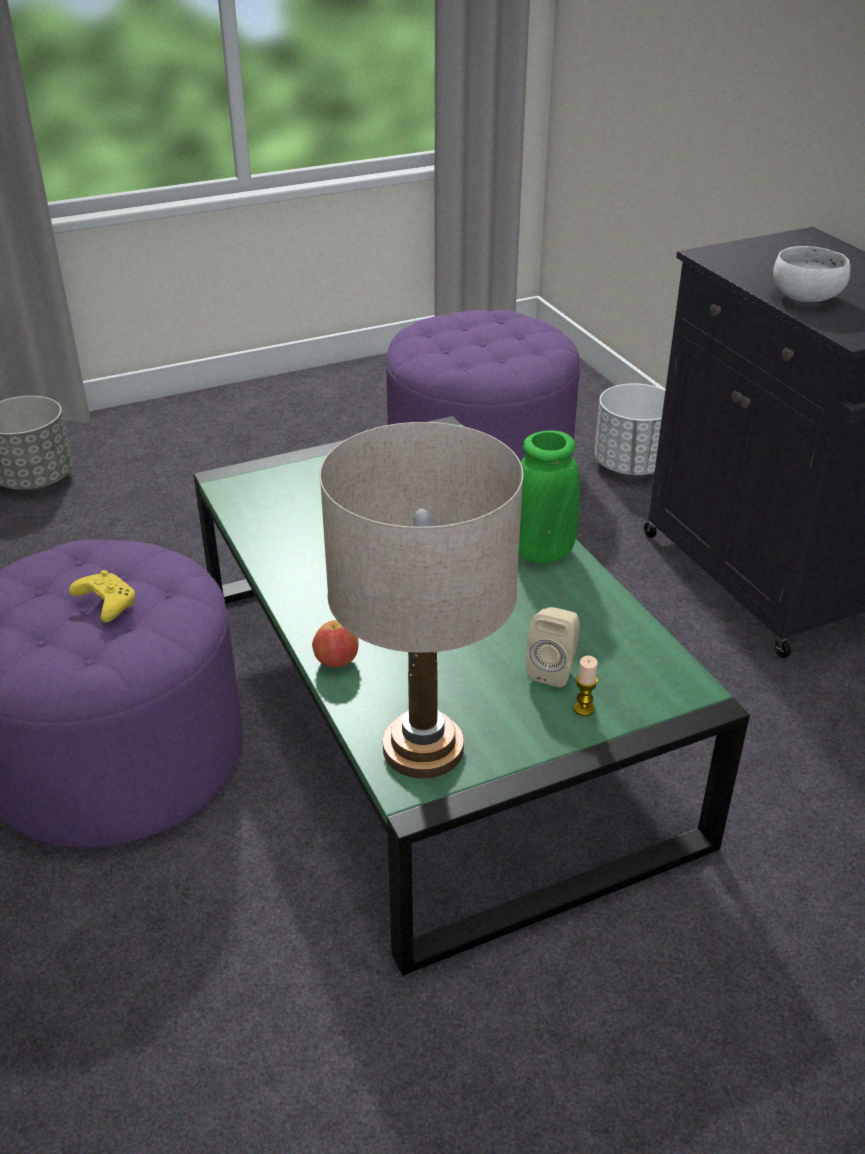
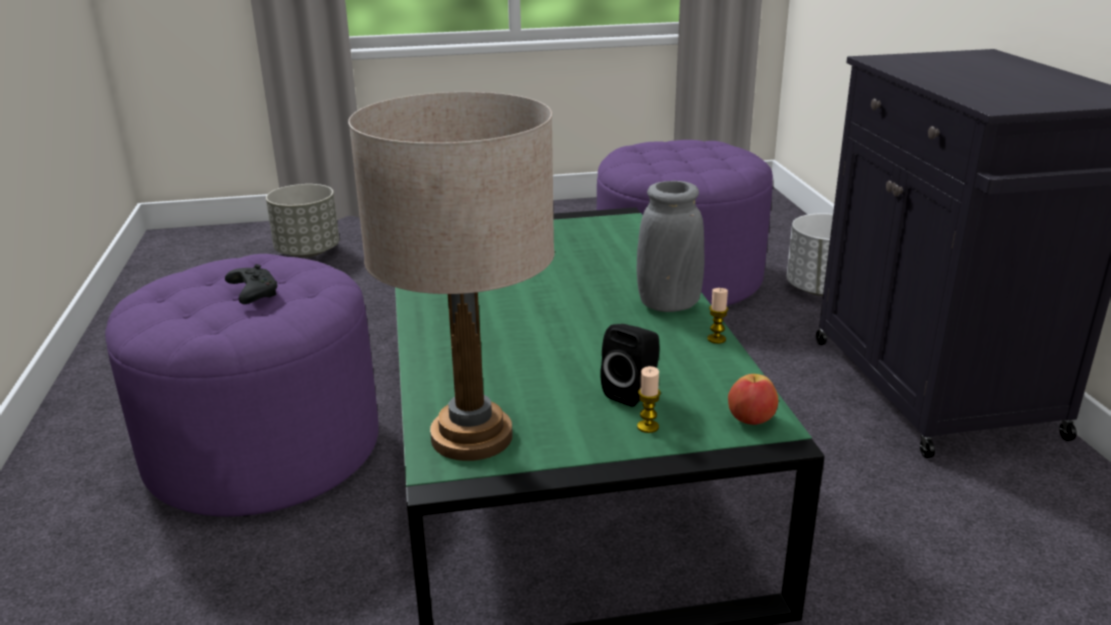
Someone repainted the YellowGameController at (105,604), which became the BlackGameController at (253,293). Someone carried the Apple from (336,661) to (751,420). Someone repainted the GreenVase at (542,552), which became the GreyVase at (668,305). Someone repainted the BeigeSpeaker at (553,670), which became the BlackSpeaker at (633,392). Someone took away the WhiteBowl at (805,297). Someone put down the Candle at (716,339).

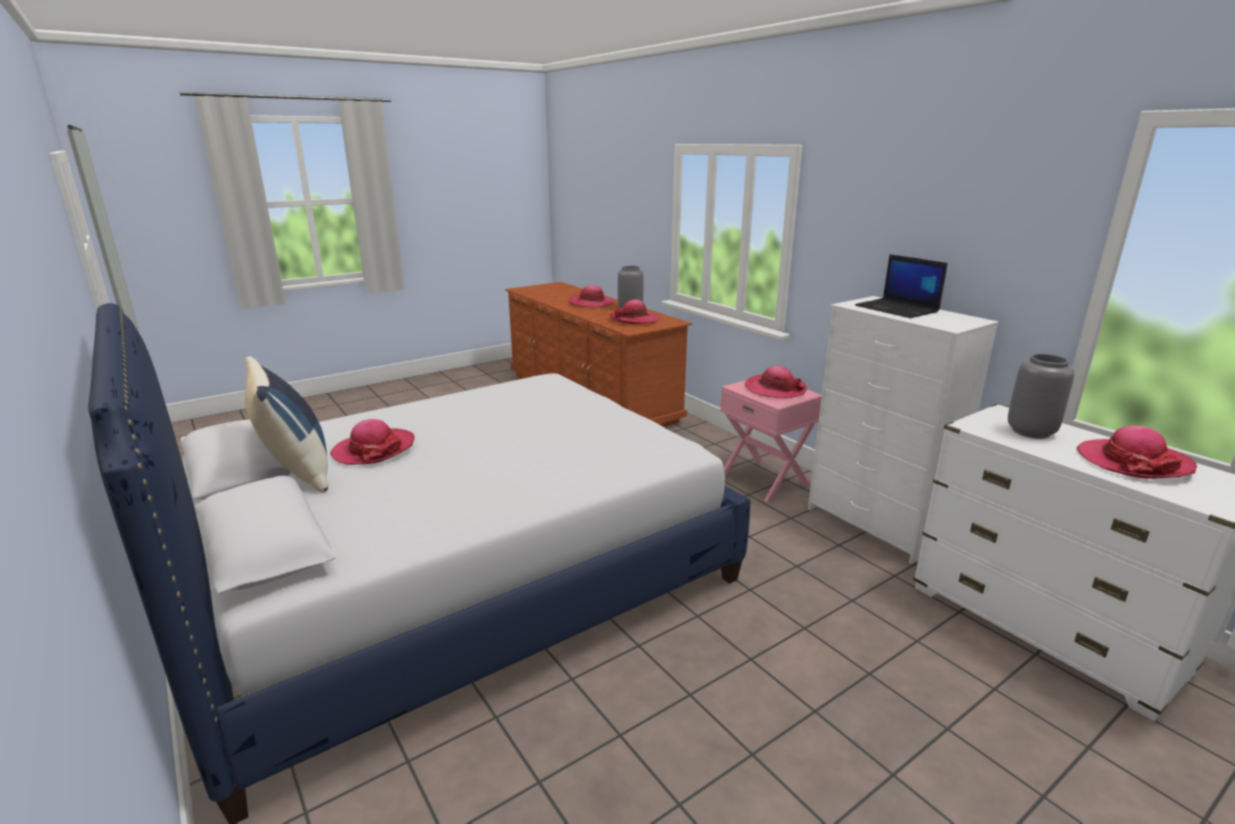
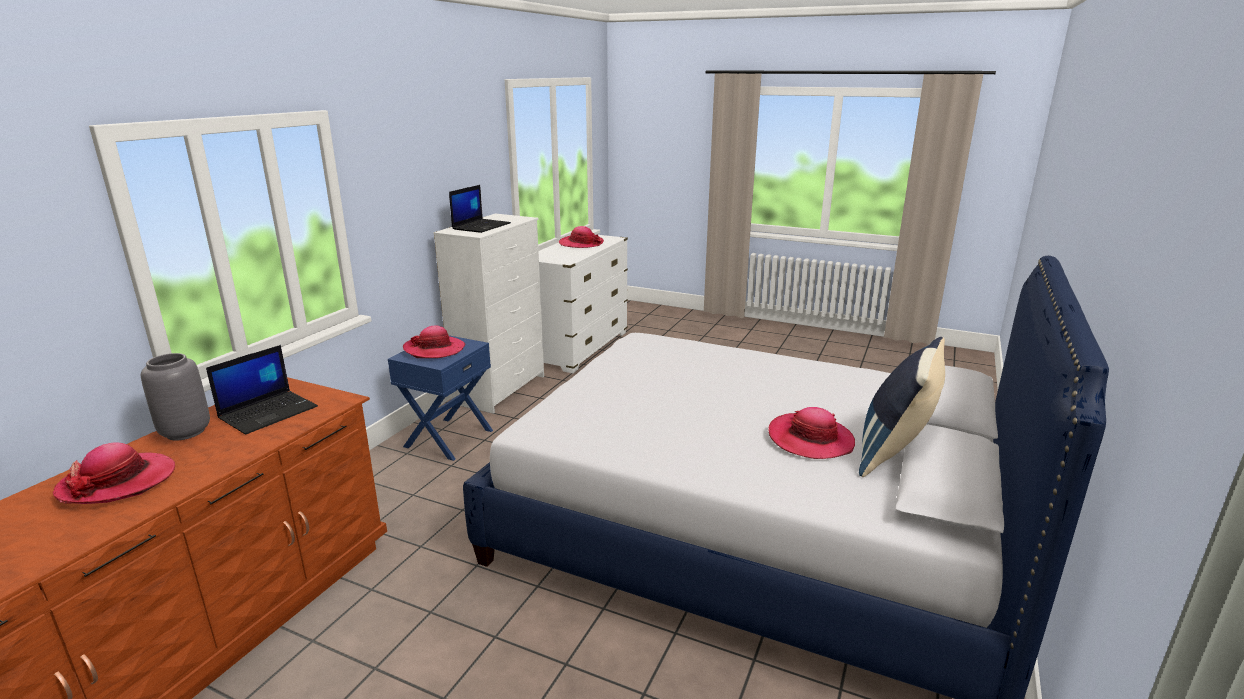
Someone swapped the Hat at (634,319) for the Laptop at (269,412). Someone repainted the PinkNightstand at (764,479), which became the BlueNightstand at (448,438). Someone took away the GreyVase at (1030,431).

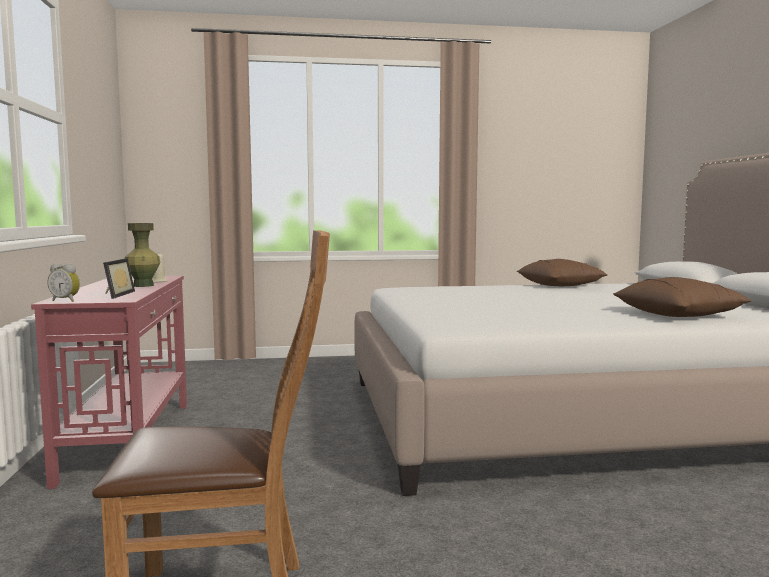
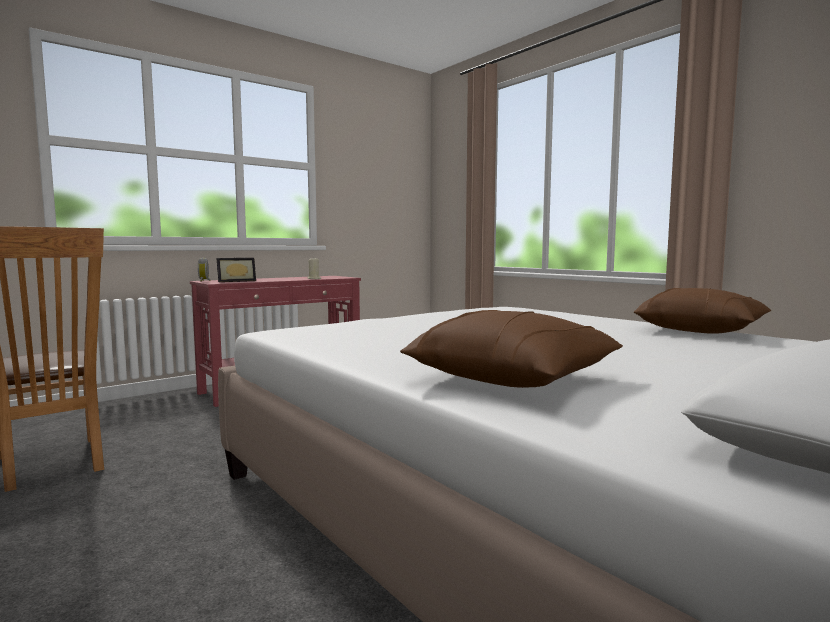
Someone took away the GreenVase at (143,285).

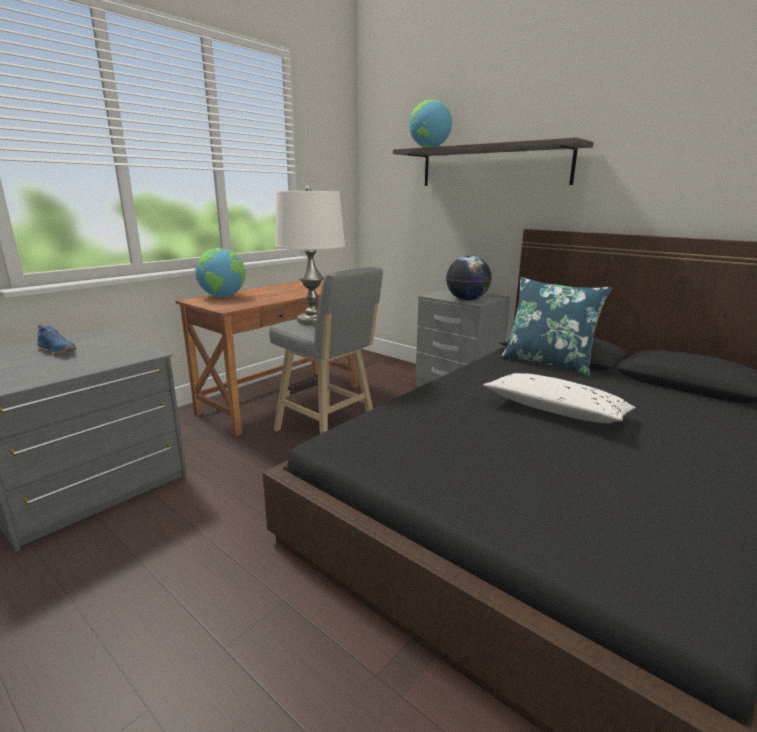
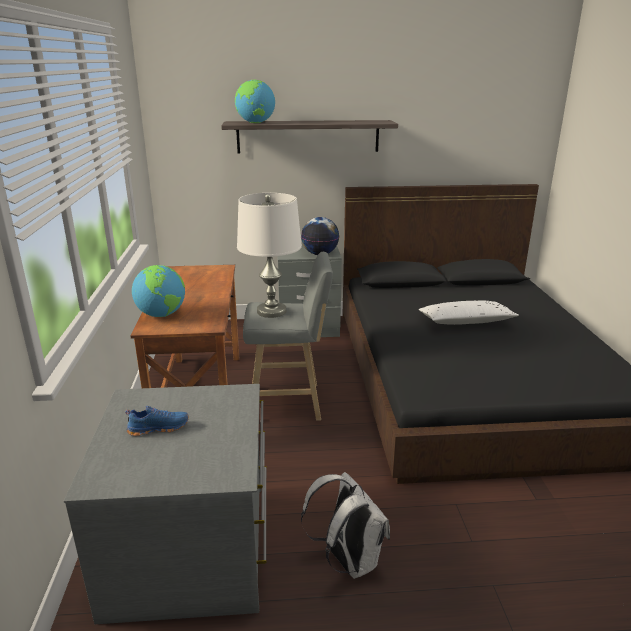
Someone took away the BluePillow at (548,363). Someone put down the WhiteBackpack at (347,560).

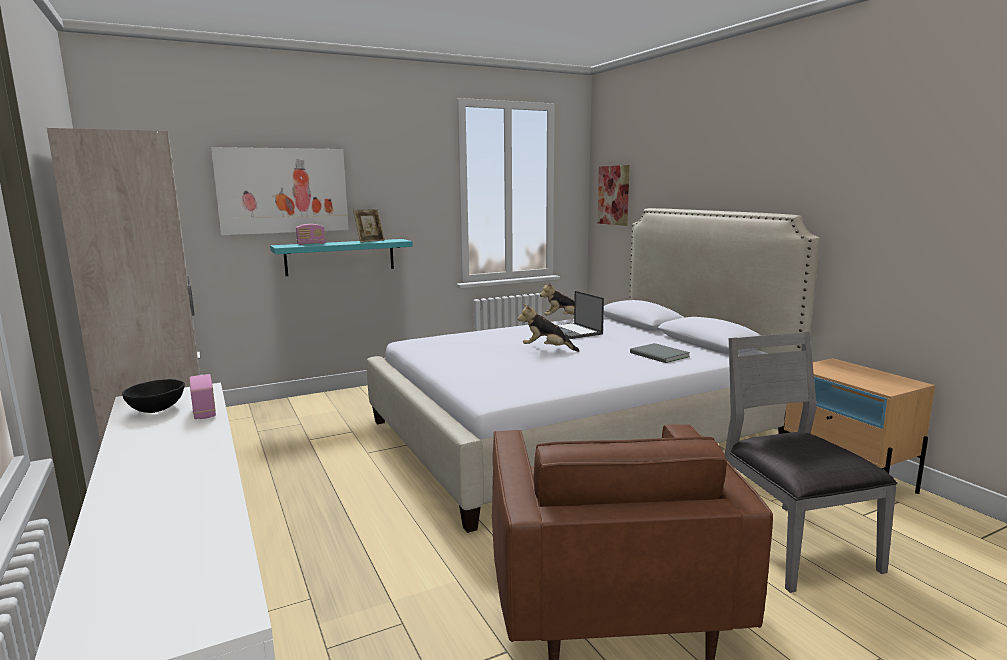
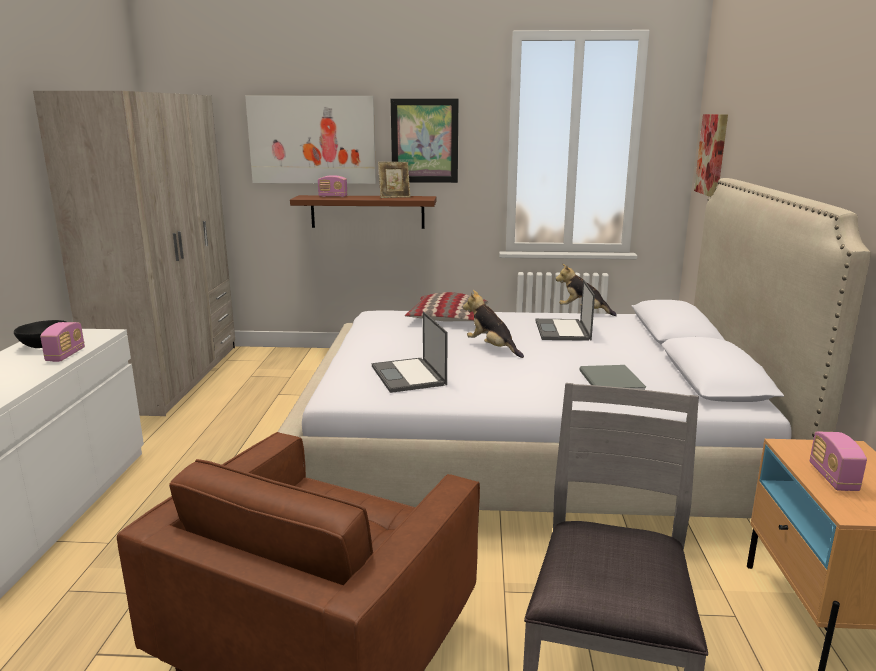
Someone repainted the TurquoiseShelf at (340,257), which became the BrownShelf at (367,211). Someone put down the Laptop at (409,376). Someone put up the Picture at (424,141). Someone put down the Pillow at (447,320). Someone put down the Radio at (833,478).

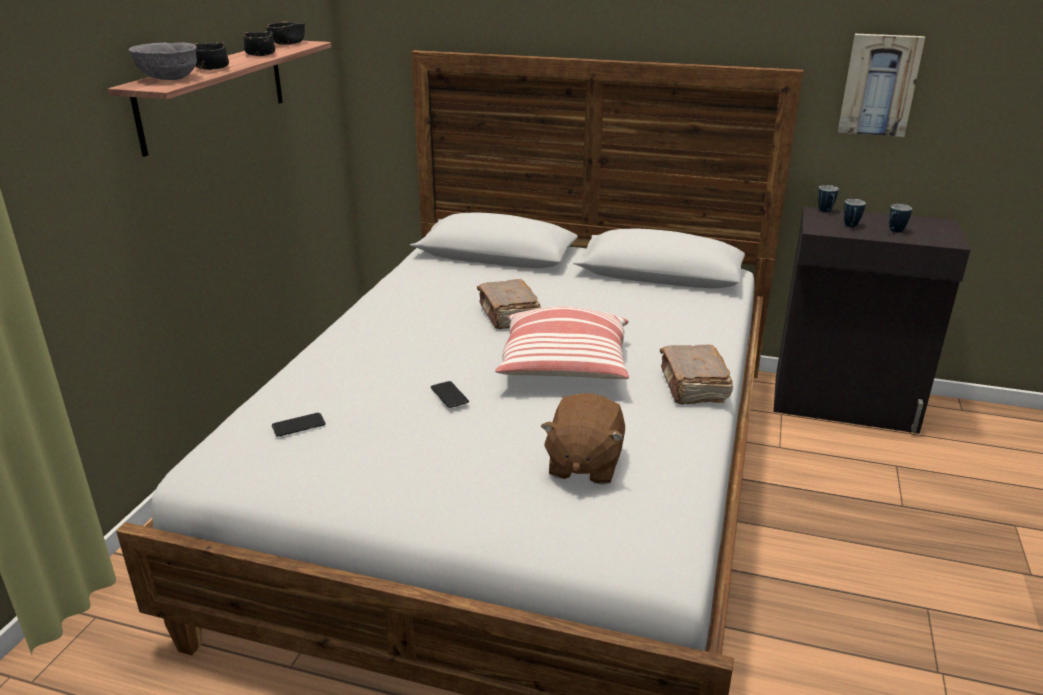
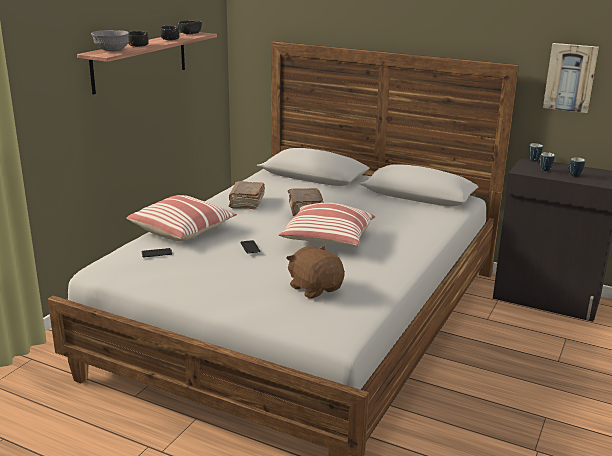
Someone rotated the BrownPlushToy at (583,464) by 120 degrees clockwise. Someone carried the BrownBook from (693,386) to (246,202). Someone put down the Pillow at (183,230).

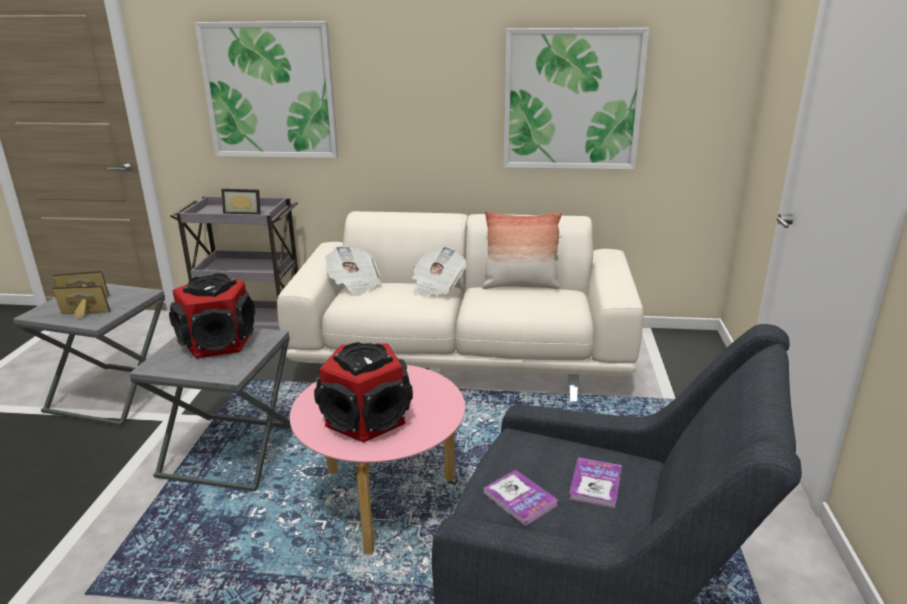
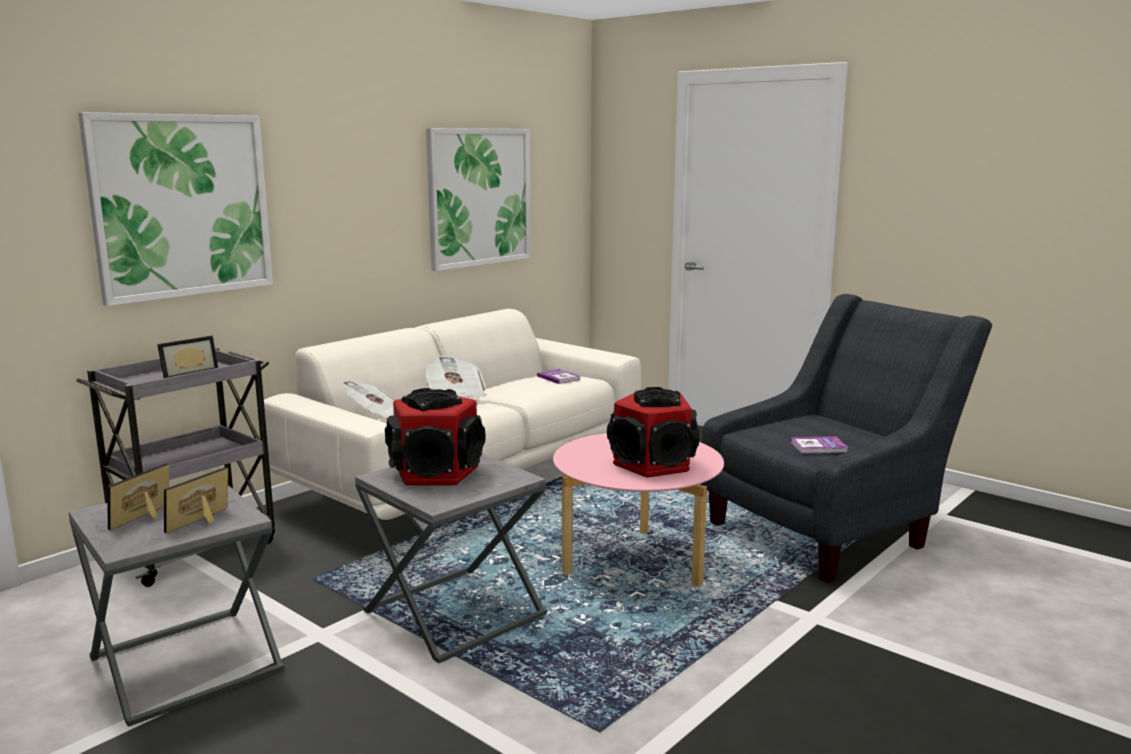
Someone took away the Pillow at (520,285). Someone carried the Book from (595,484) to (558,378).

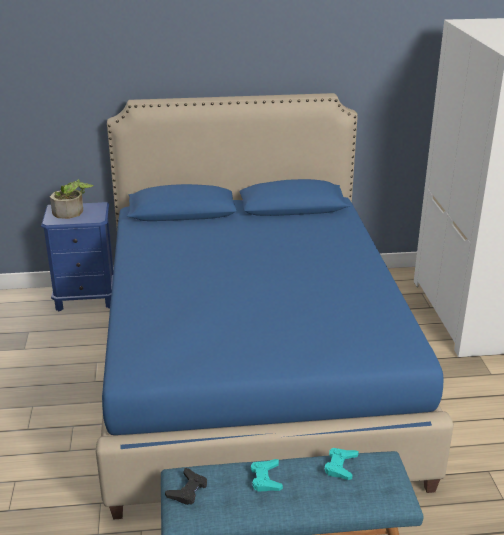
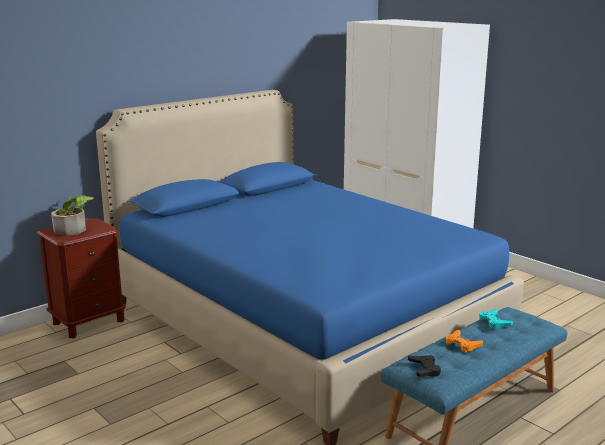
Someone repainted the BlueNightstand at (86,298), which became the BrownNightstand at (89,322). Someone repainted the TurquoiseGameController at (266,478), which became the OrangeGameController at (462,344).

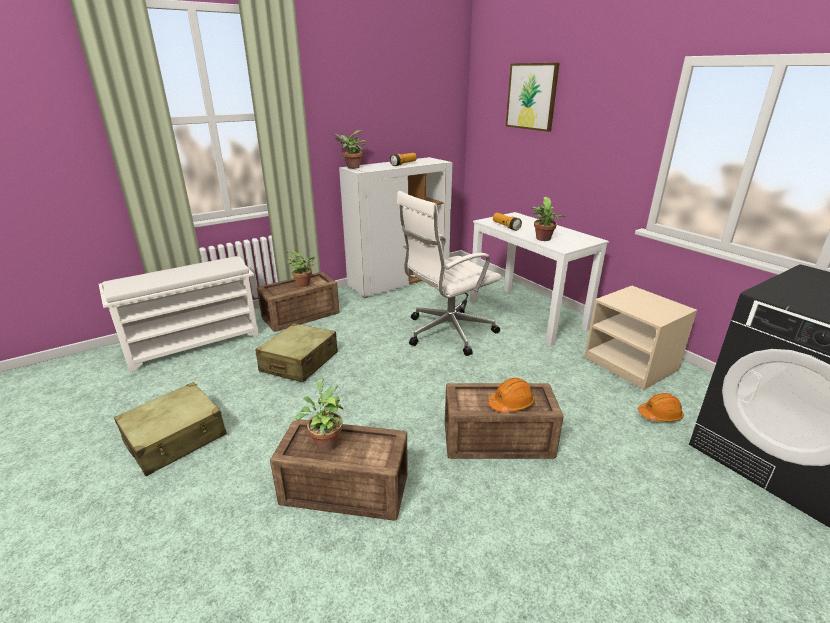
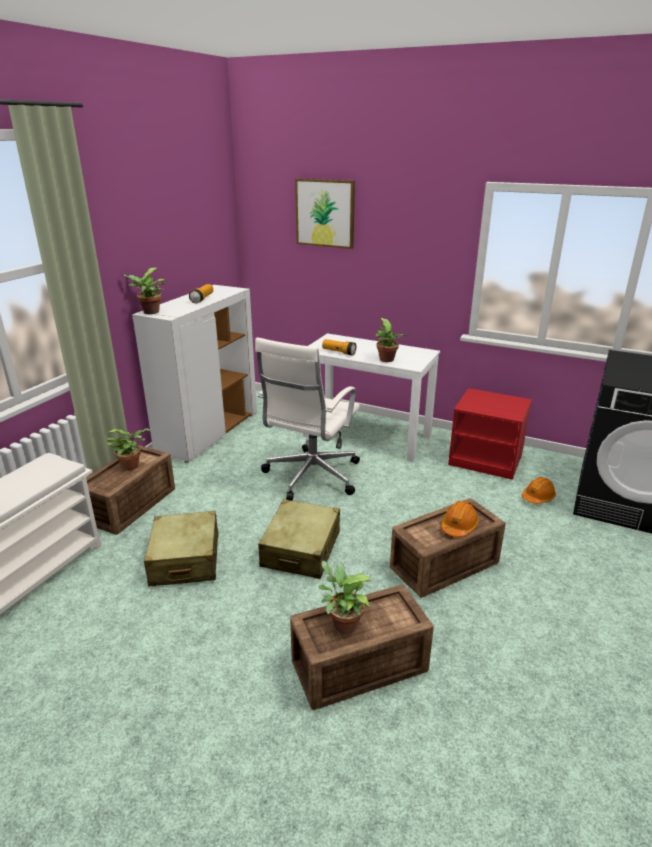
Someone carried the BeigeSuitcase from (176,438) to (301,549). Someone repainted the BeigeNightstand at (631,364), which became the RedNightstand at (486,460).

